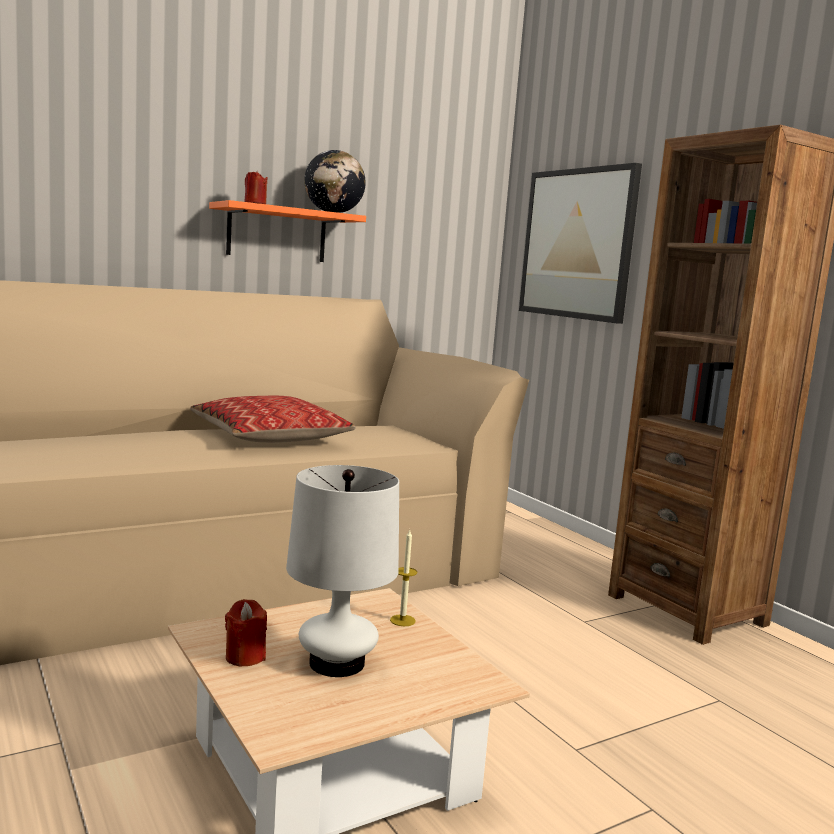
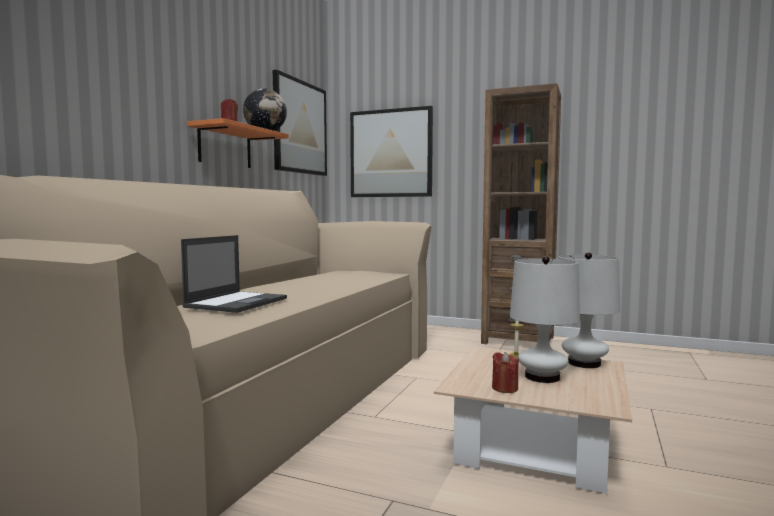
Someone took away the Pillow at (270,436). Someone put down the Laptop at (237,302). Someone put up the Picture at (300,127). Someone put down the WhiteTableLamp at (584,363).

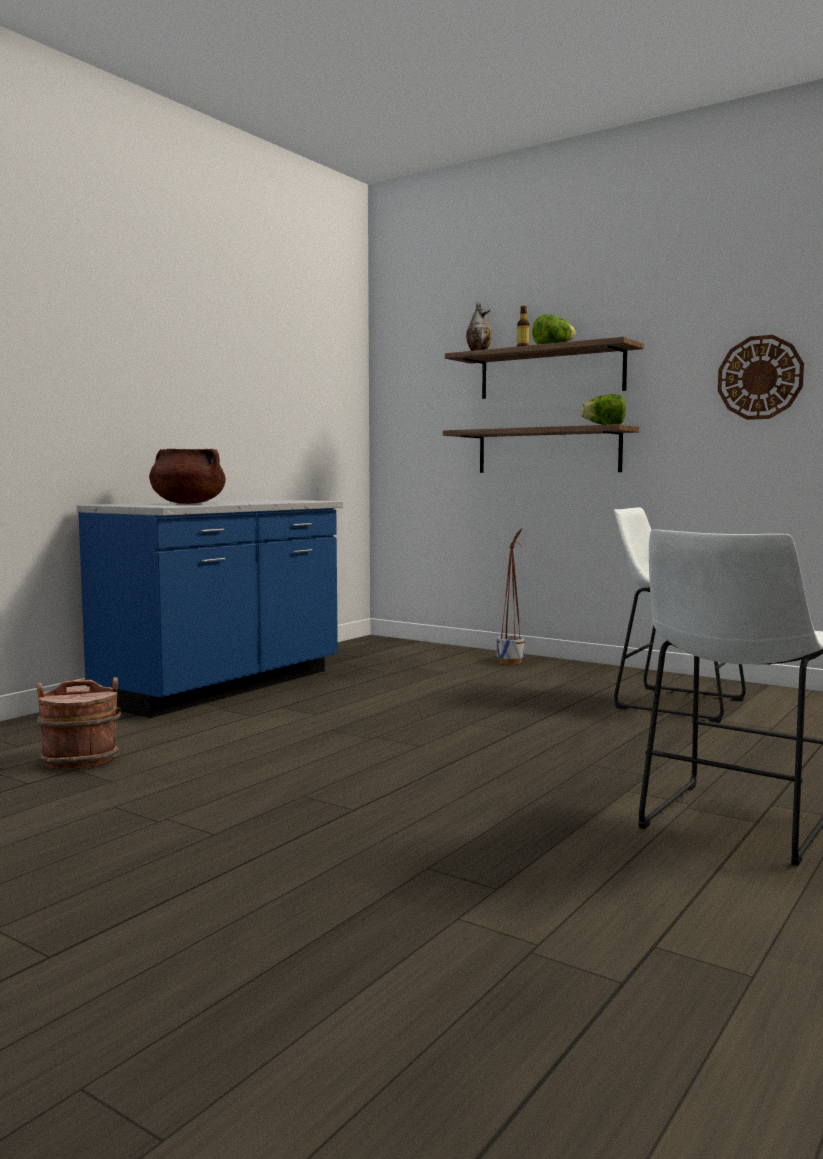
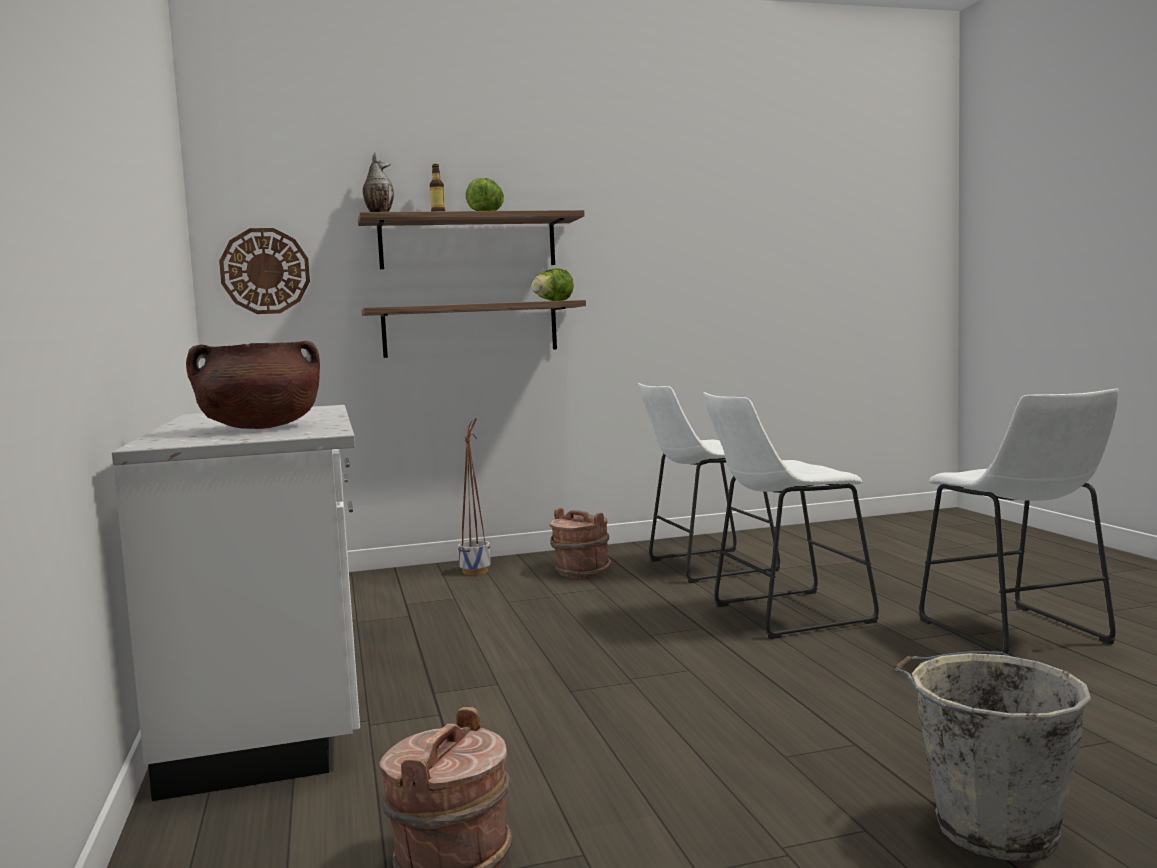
Someone repainted the BlueCounter at (223,687), which became the WhiteCounter at (277,701). Someone carried the WallClock from (760,377) to (265,271). Someone put down the BrownBucket at (581,571). Someone put down the WhiteStool at (784,614). Someone put down the GreyBucket at (990,827).

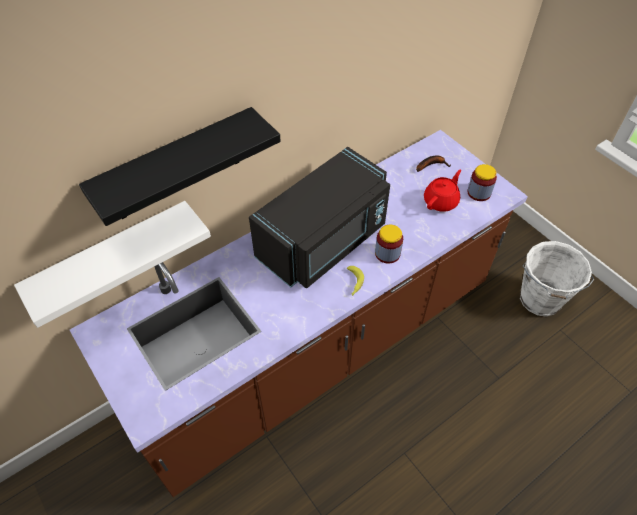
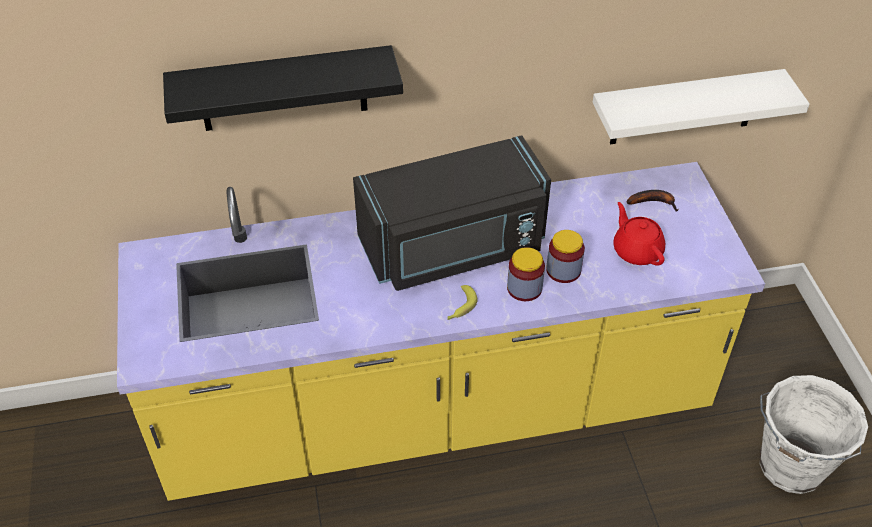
Someone carried the WhiteShelf from (112,258) to (684,107). Someone repainted the BrownCounter at (318,350), which became the YellowCounter at (436,410). Someone rotated the RedTeapot at (441,201) by 90 degrees counterclockwise. Someone carried the Jar from (479,192) to (563,270).

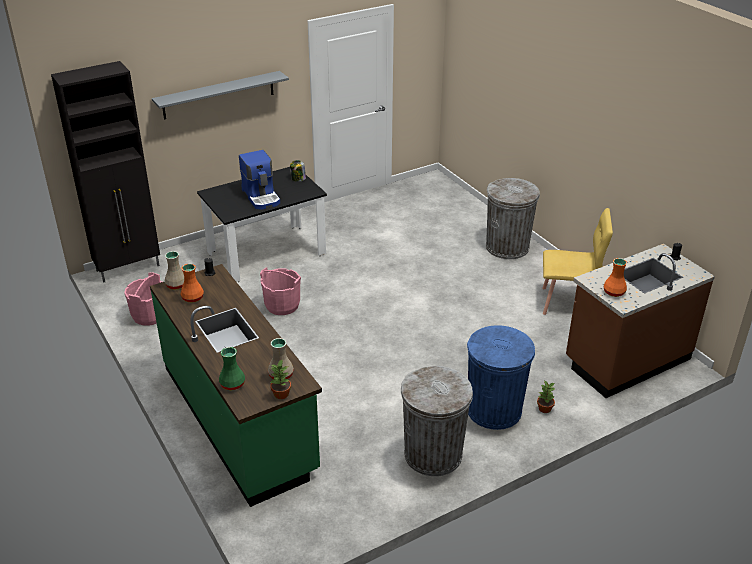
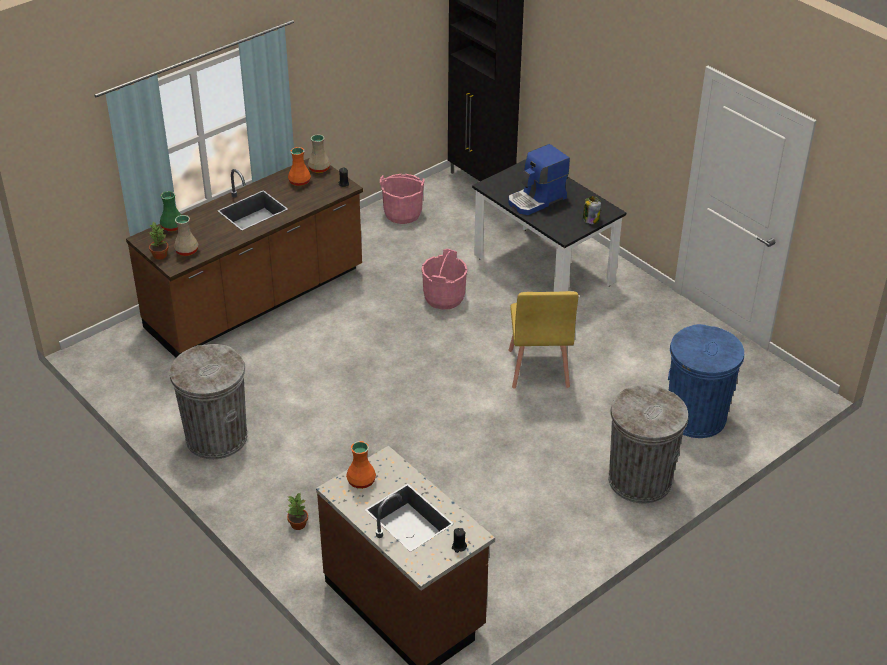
Someone repainted the GreenCounter at (239,418), which became the BrownCounter at (256,300). Someone took away the GreyShelf at (218,95). Someone carried the BlueTrashCan from (494,410) to (695,417). Someone carried the YellowChair from (567,303) to (538,368).

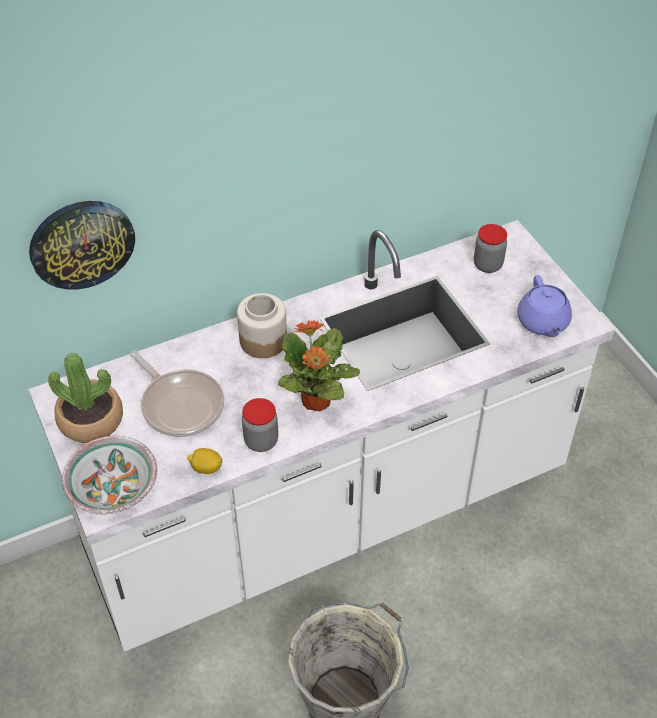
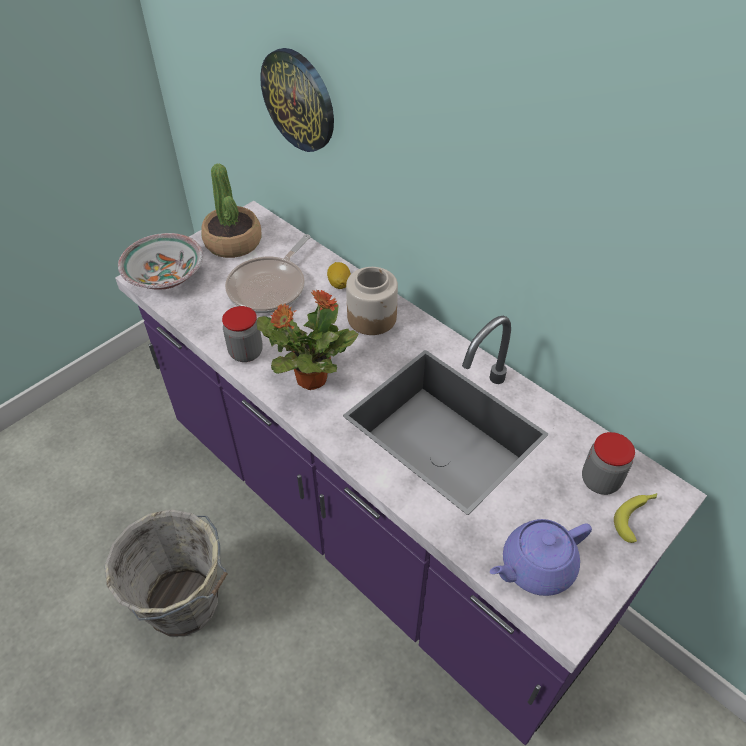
Someone repainted the WhiteCounter at (328,514), which became the PurpleCounter at (373,526). Someone carried the Lemon from (206,468) to (339,284). Someone put down the Banana at (636,517).

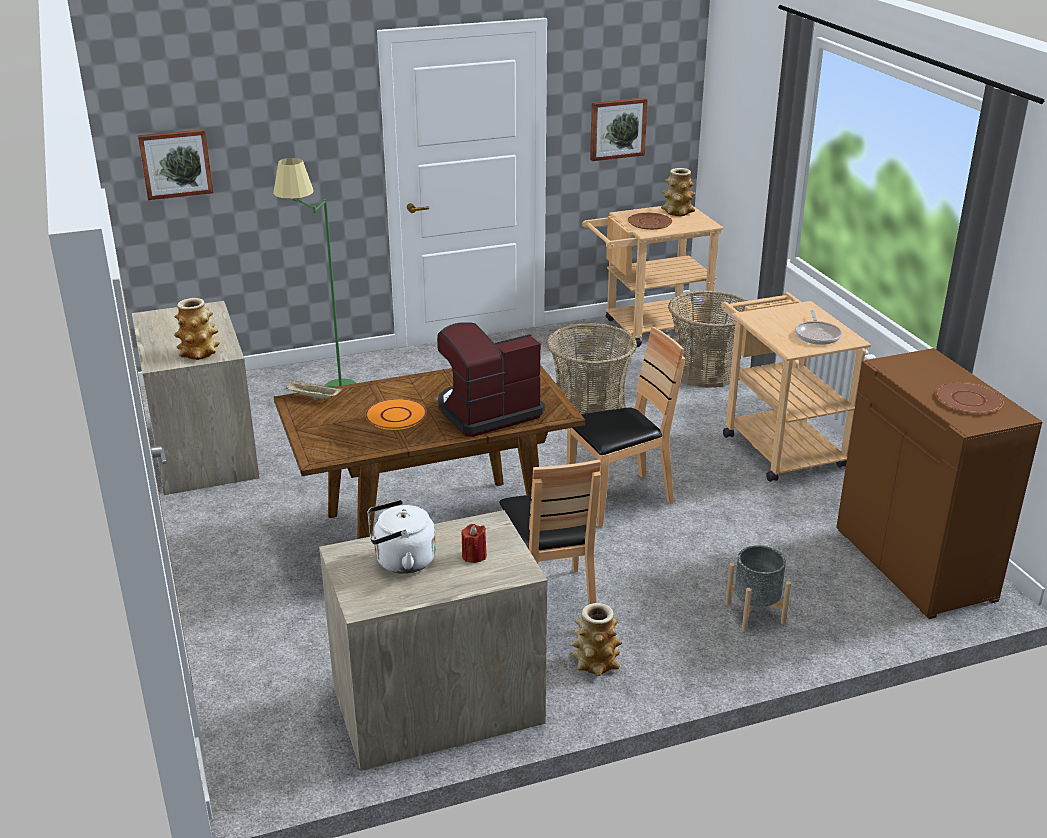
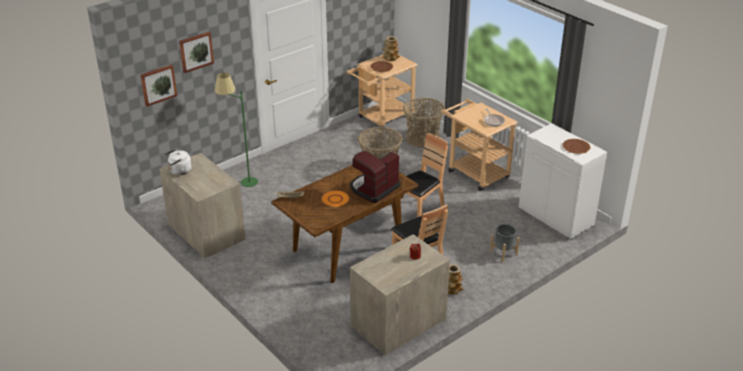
Someone took away the Vase at (199,353). Someone carried the WhiteKettle from (401,561) to (179,171). Someone carried the Picture from (617,128) to (196,51). Someone repainted the BrownCabinet at (916,564), which became the WhiteCabinet at (556,217).

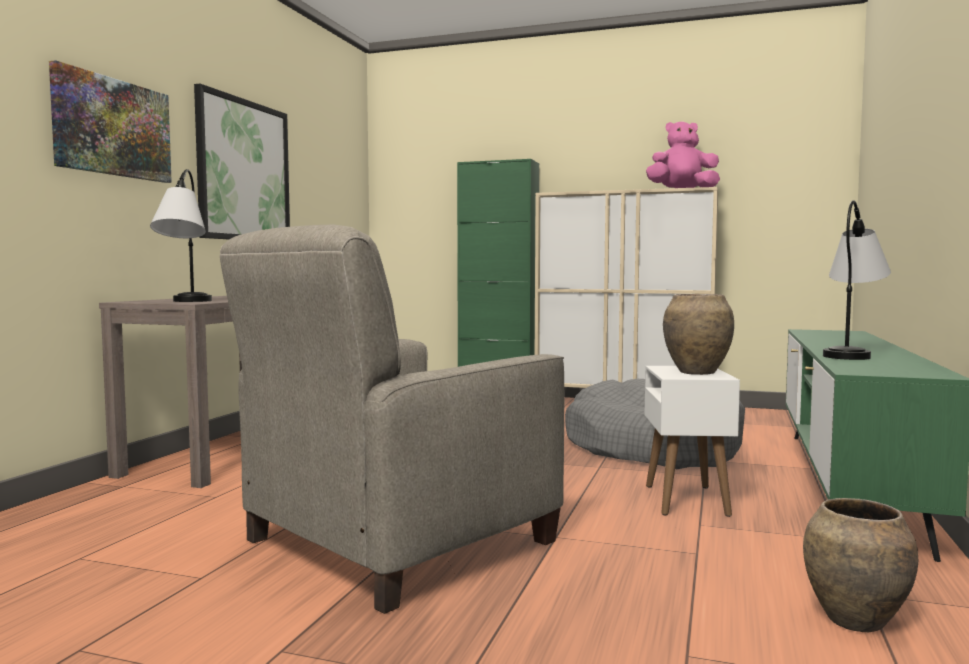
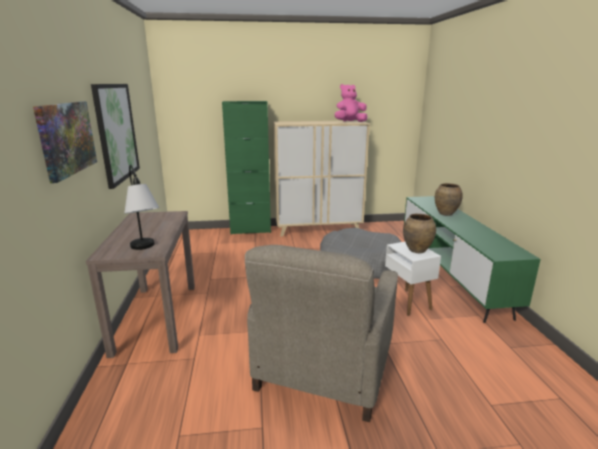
Someone carried the BrownVase from (853,620) to (445,213). Someone took away the TableLamp at (853,354).

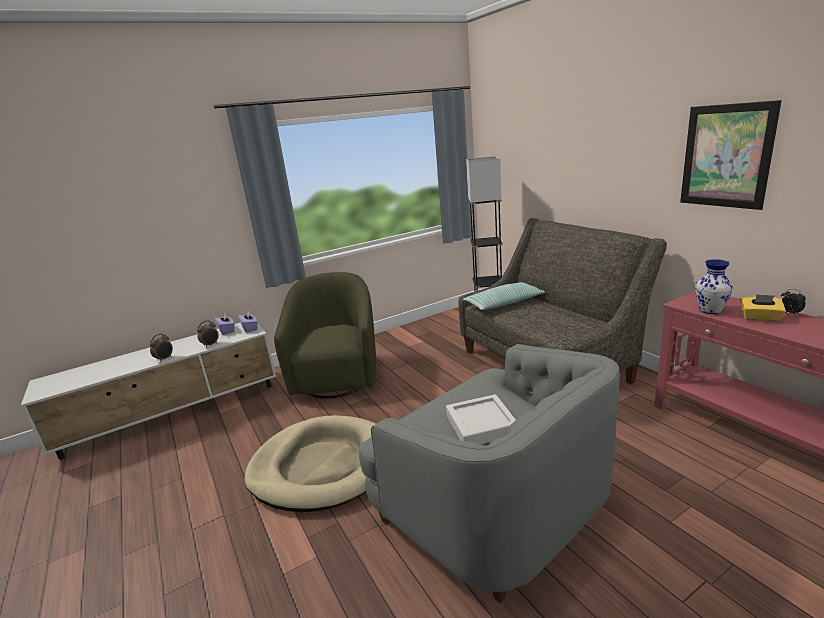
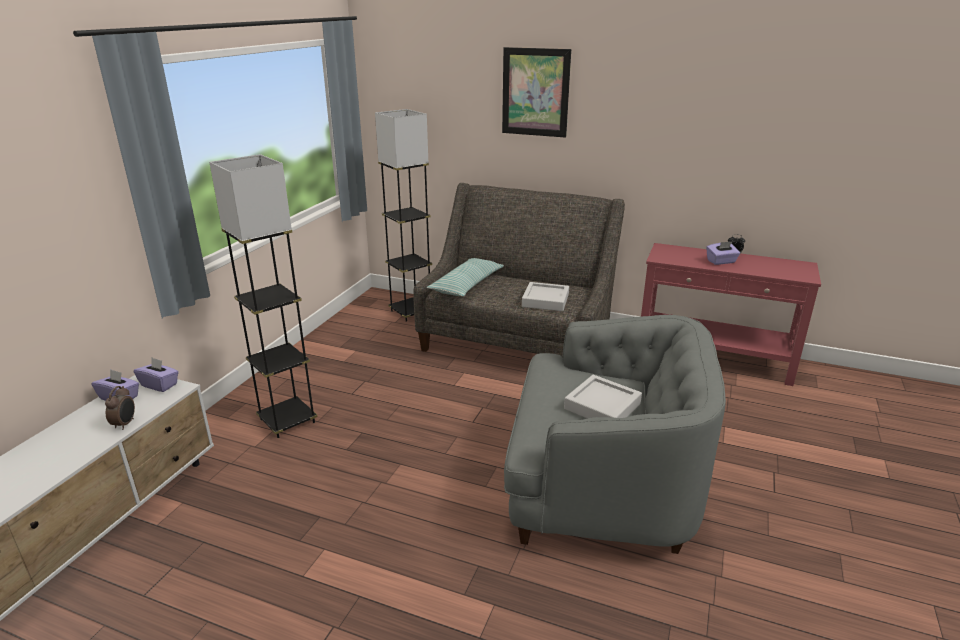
Someone took away the AlarmClock at (165,359). Someone took away the BeigeDogBed at (321,466). Someone swapped the GreenArmchair at (337,376) for the GreyFloorLamp at (287,421). Someone carried the Picture from (726,156) to (535,92). Someone took away the Vase at (709,311). Someone repainted the YellowTissueBox at (760,318), which became the PurpleTissueBox at (721,261). Someone put down the GreyTray at (545,300).

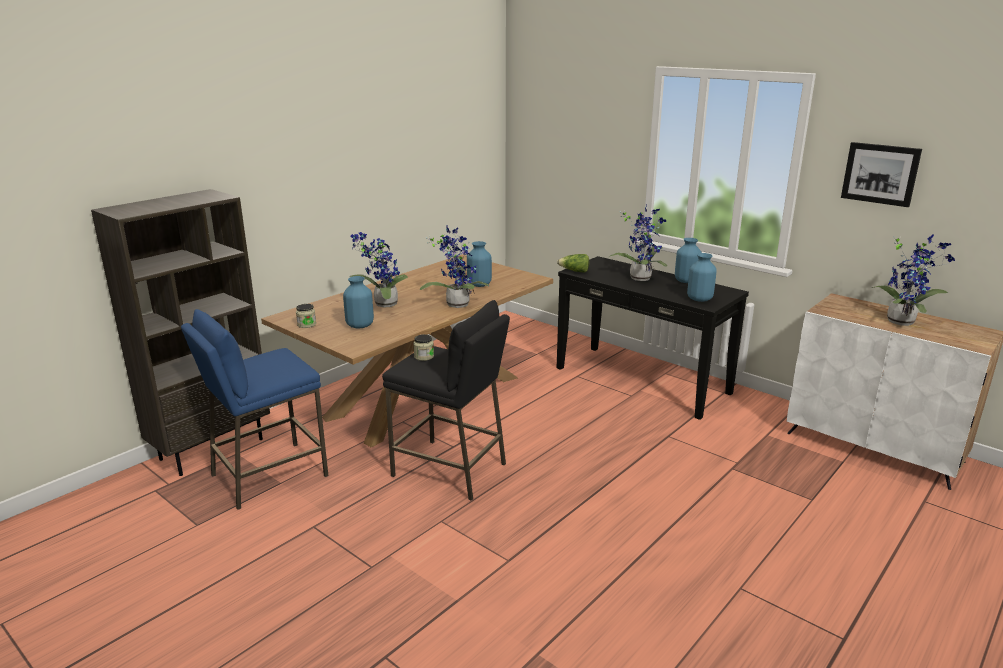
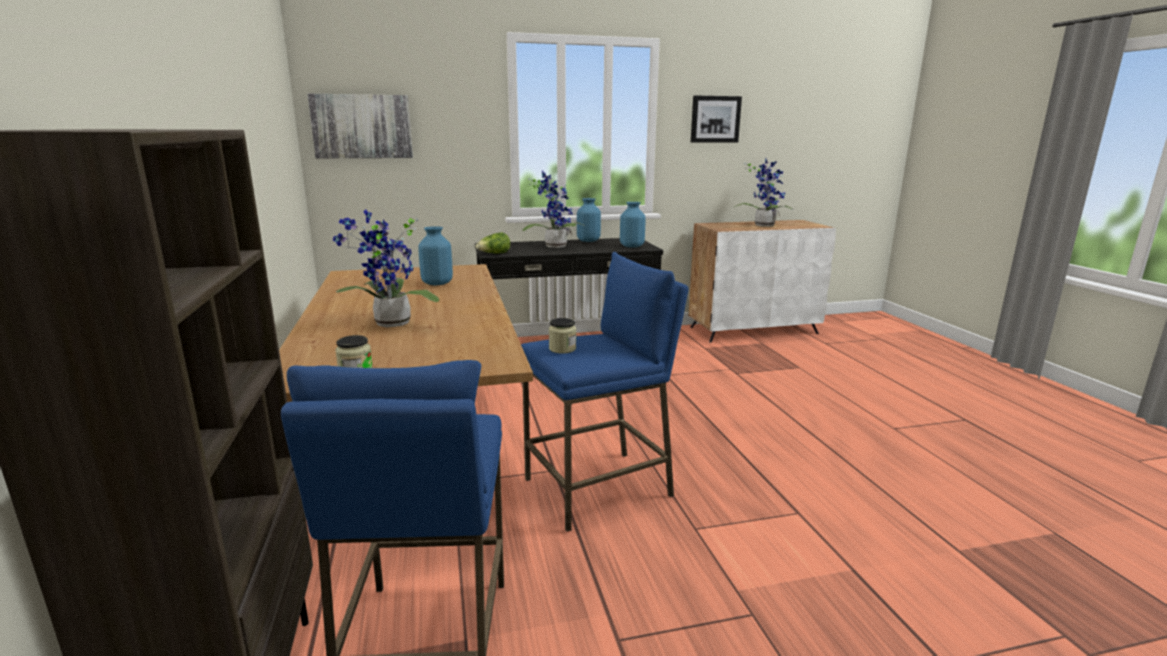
Someone took away the BlueVase at (360,325). Someone repainted the BlackStool at (450,469), which became the BlueStool at (599,488). Someone took away the PottedPlant at (457,303). Someone put up the Picture at (362,126).

